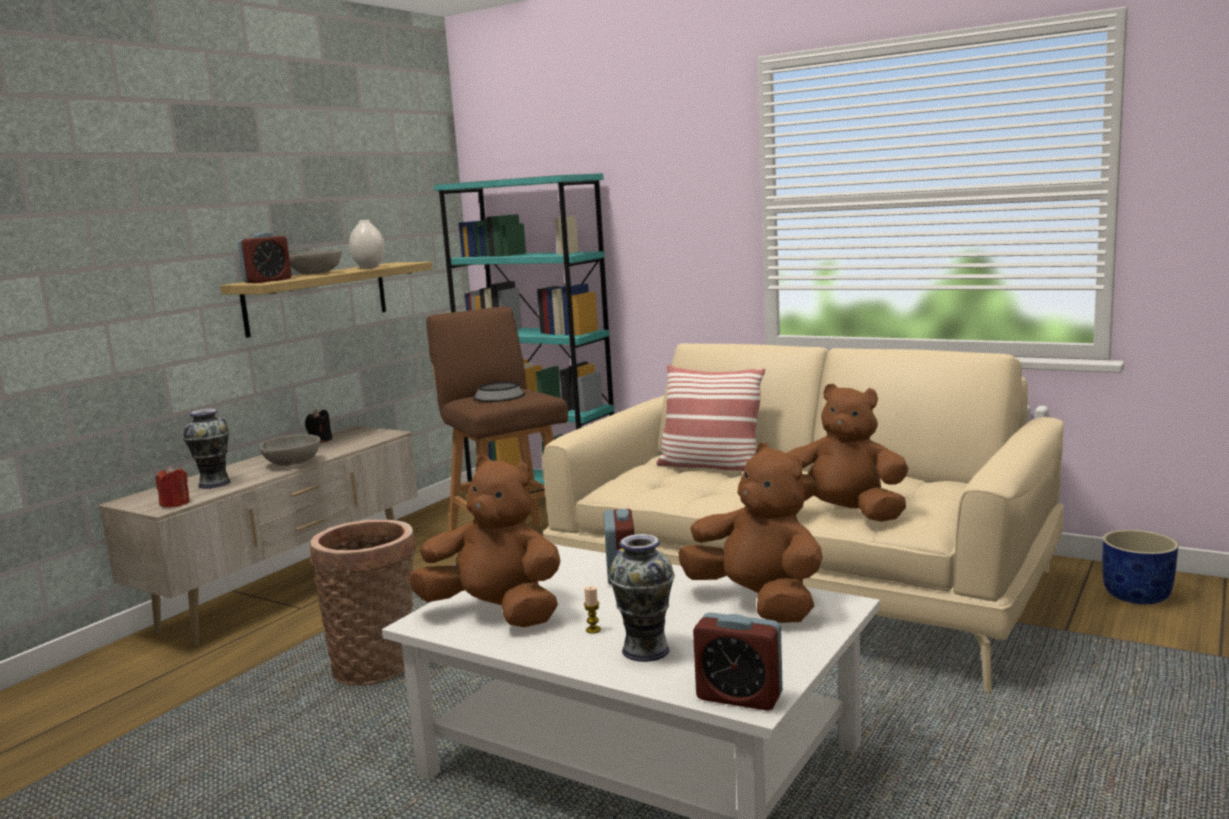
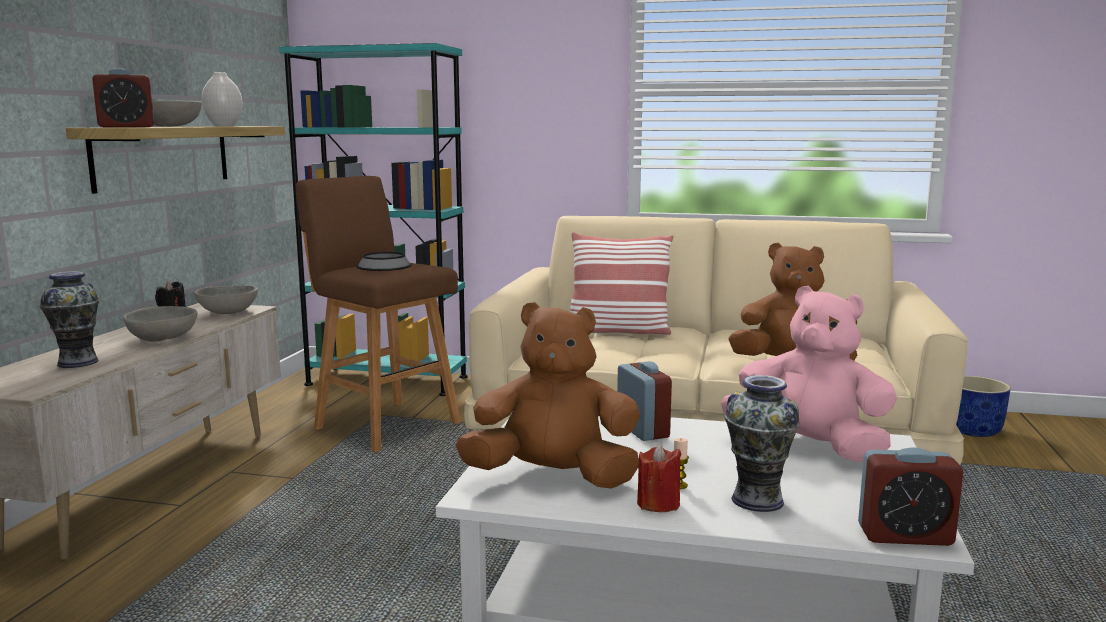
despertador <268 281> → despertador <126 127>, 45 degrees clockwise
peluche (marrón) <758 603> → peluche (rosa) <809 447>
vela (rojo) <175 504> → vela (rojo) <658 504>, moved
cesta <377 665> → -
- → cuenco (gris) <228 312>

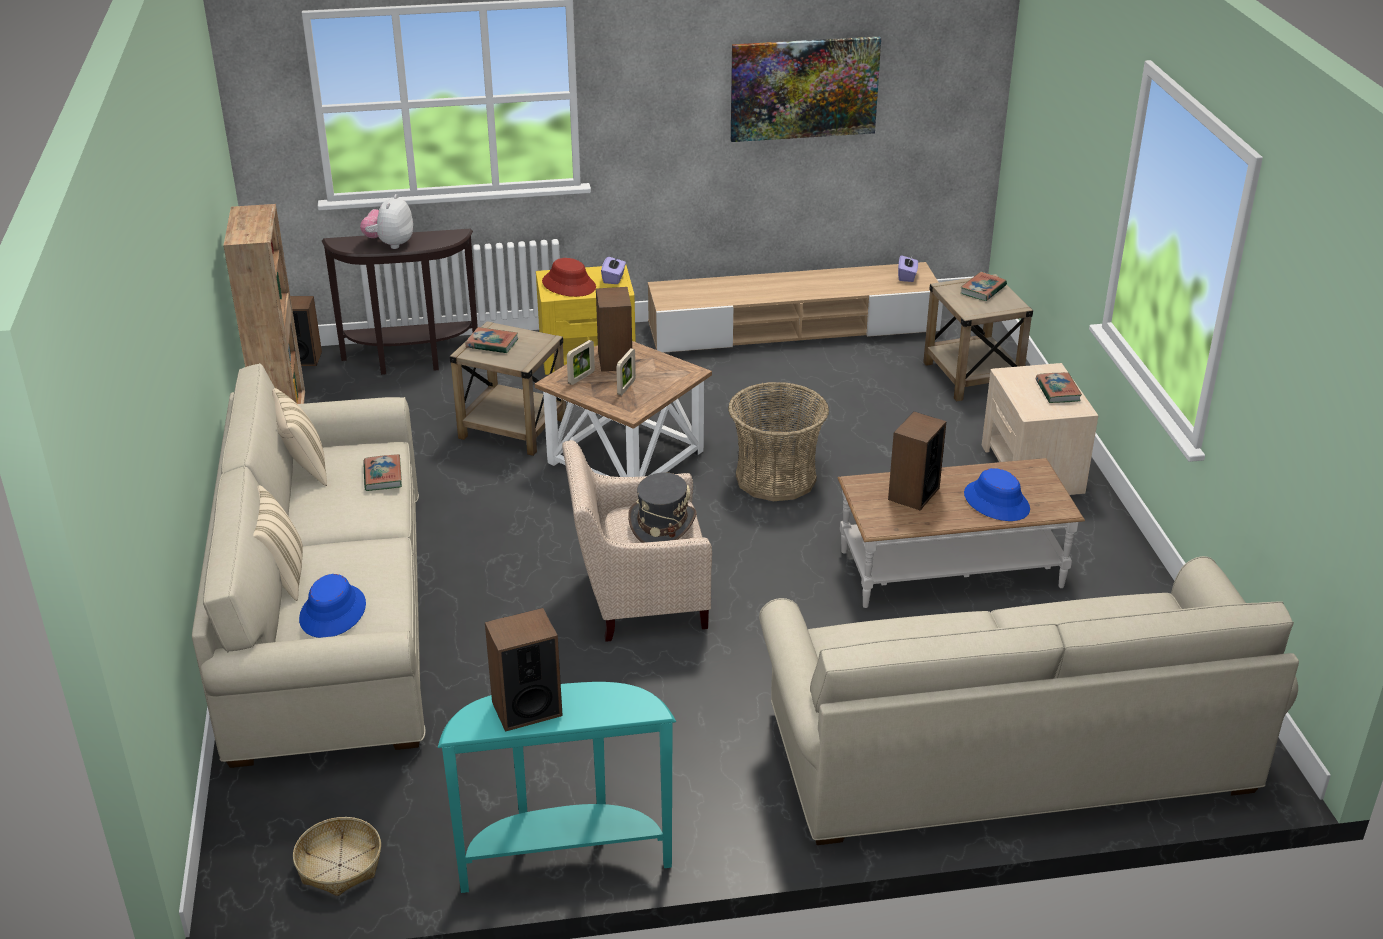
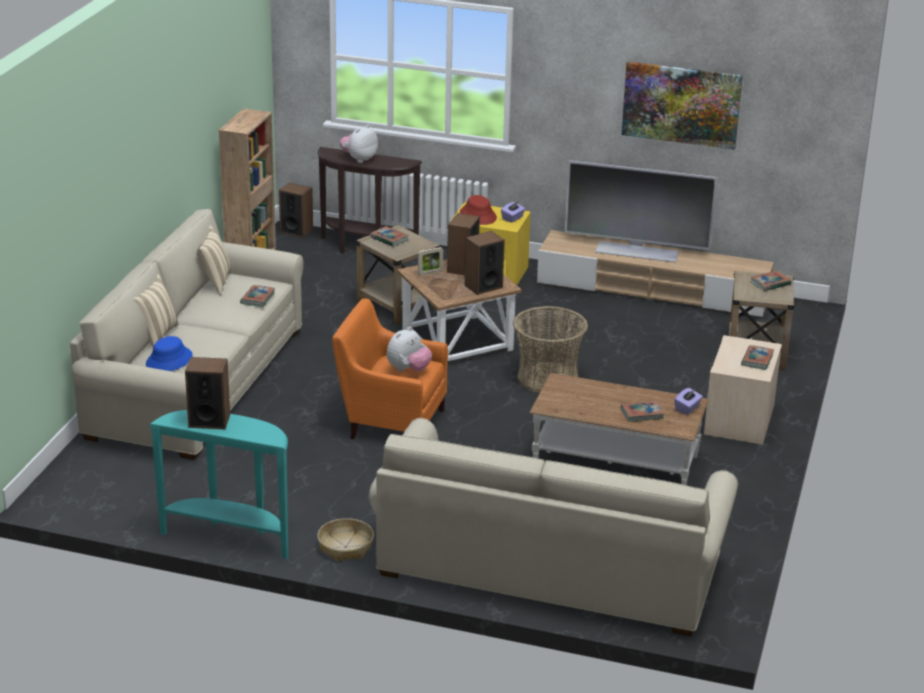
caja de pañuelos (morado) <907 276> → caja de pañuelos (morado) <687 408>, moved
portarretratos <626 387> → -
altavoz <913 494> → altavoz <483 286>, moved
sillón (beis) <637 598> → sillón (naranja) <391 421>
sombrero (azul) <996 502> → libro <642 414>
sombrero (gris) <662 525> → peluche <408 370>
cesta <339 865> → cesta <345 547>, moved
- → televisor <637 251>

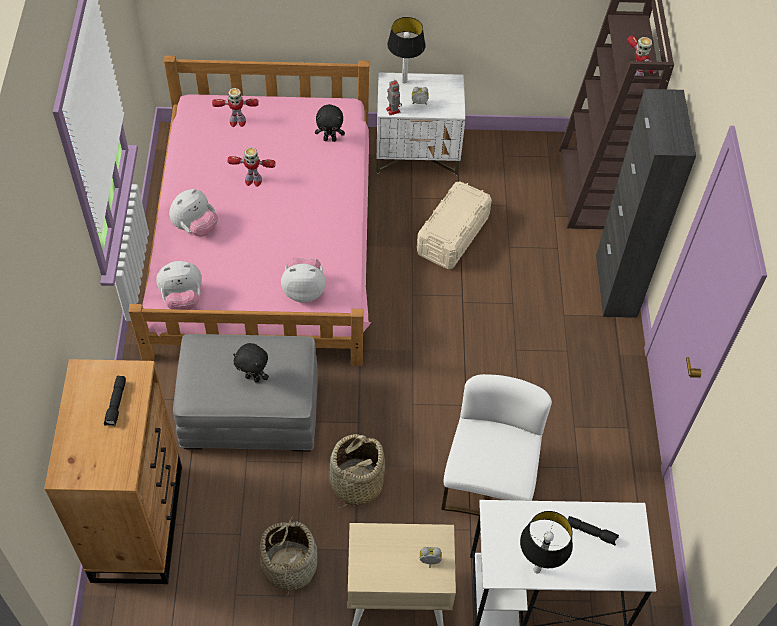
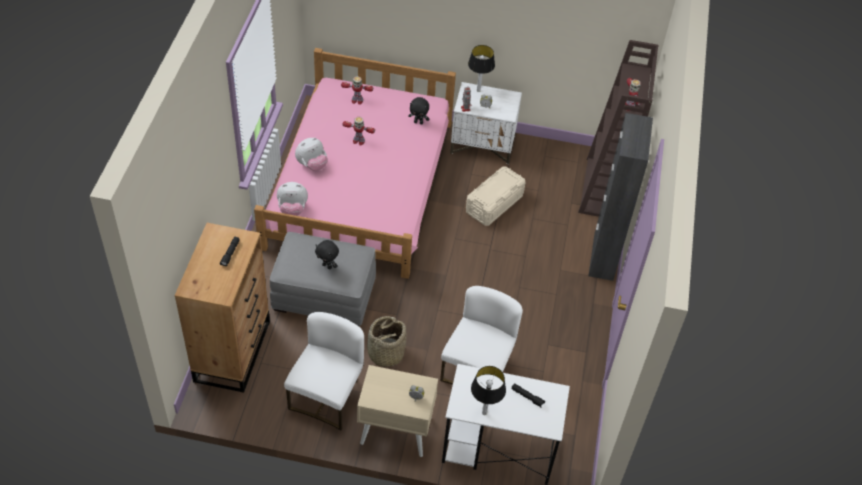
peluche <304 290> → -
cesta <289 565> → silla (blanco) <327 396>

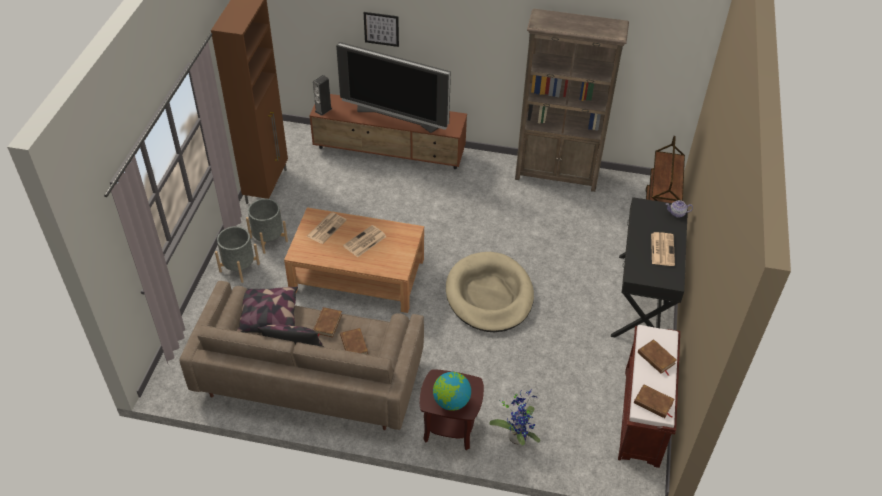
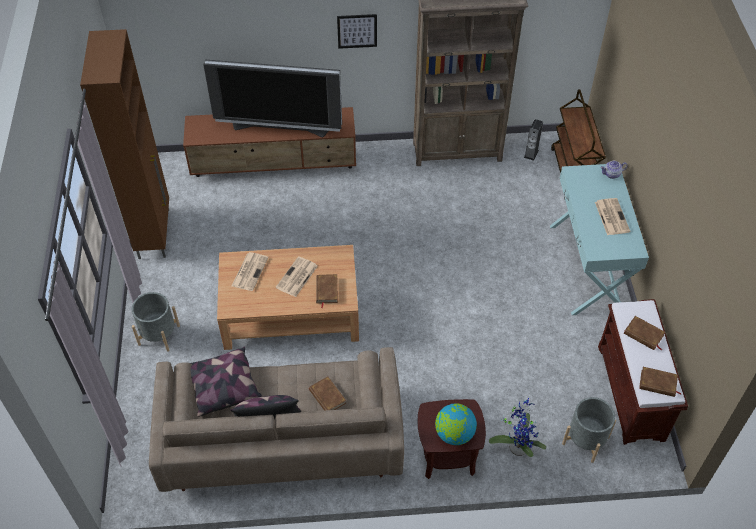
cuadro <381 29> → cuadro <357 31>, moved
altavoz <323 110> → altavoz <531 153>, moved
mesa consola (negro) <642 299> → mesa consola (turquesa) <588 267>
maceta (gris) <268 239> → maceta (gris) <585 440>, moved
cama para perro (beis) <489 295> → -
libro (marrón) <327 324> → libro (marrón) <326 290>, moved

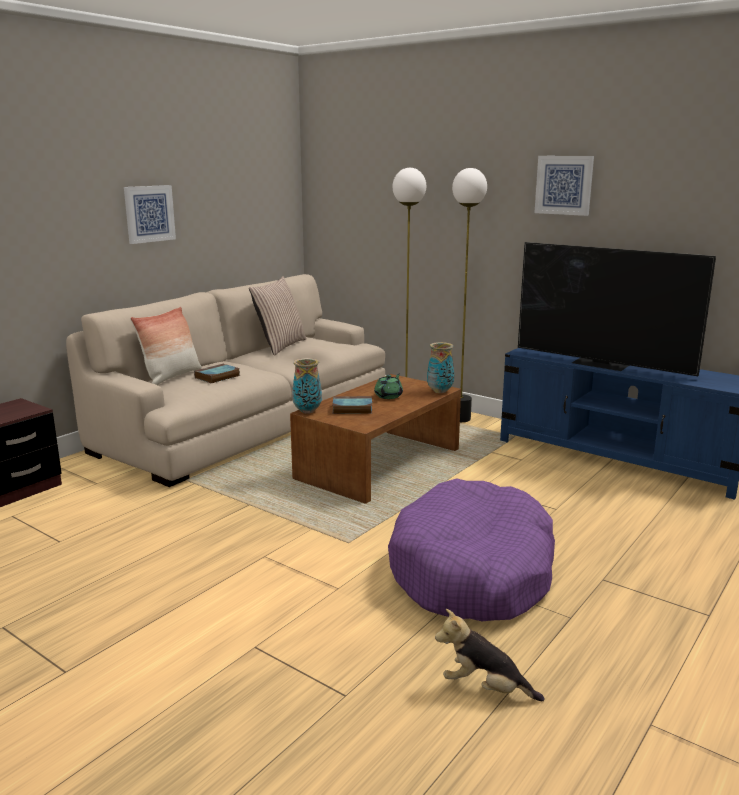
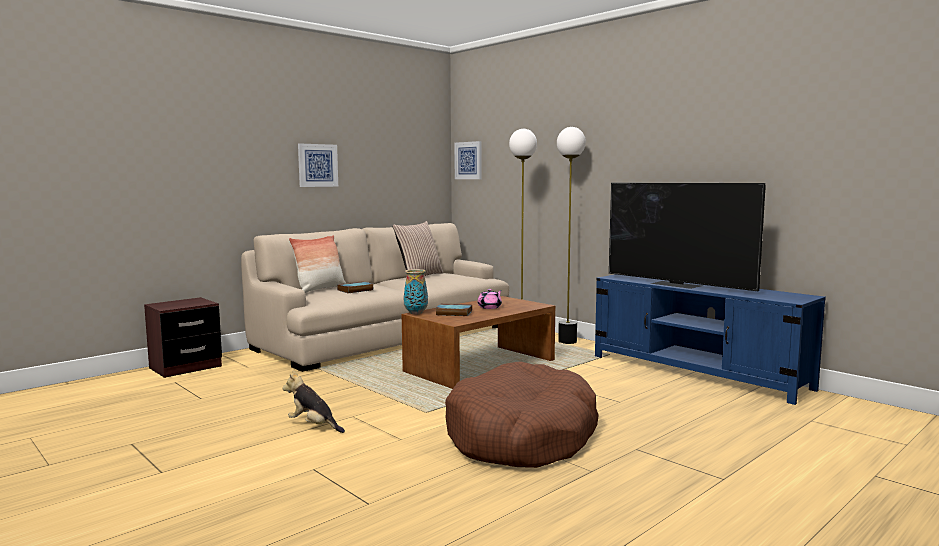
cuadro <564 185> → cuadro <468 160>, moved
florero <440 391> → -
tetera (verde) <389 396> → tetera (rosa) <490 307>
cama para perro (morado) <473 572> → cama para perro (marrón) <521 436>
peluche <485 688> → peluche <313 426>, moved

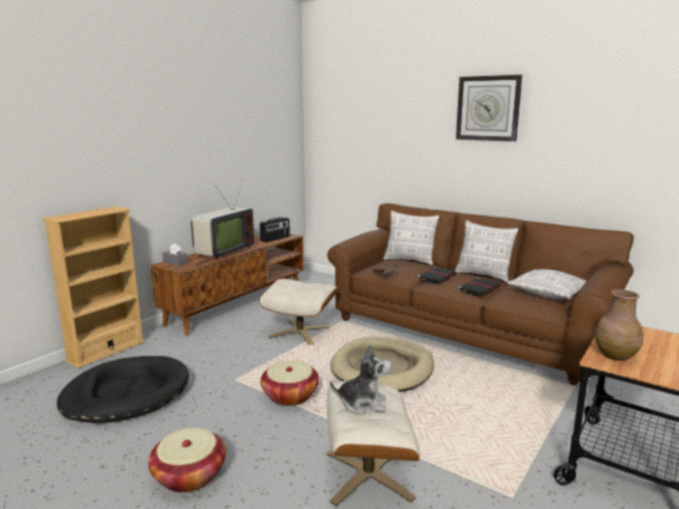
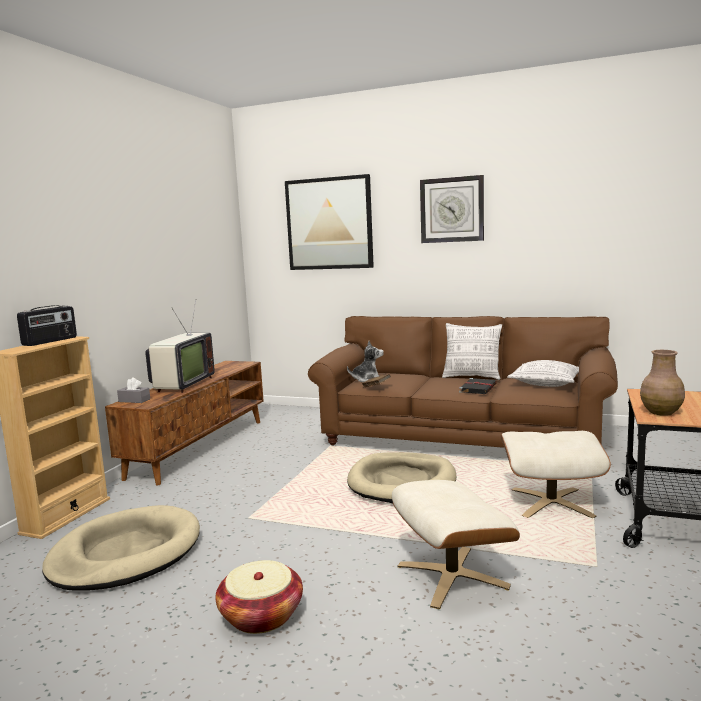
cojín <410 260> → -
radio <275 239> → radio <50 341>, moved
libro (negro) <437 277> → -
puf (beis) <300 332> → puf (beis) <551 502>, moved
peluche <362 404> → peluche <367 379>, moved
cama para perro (negro) <126 394> → cama para perro (beis) <125 553>
cesta <290 396> → -
- → cuadro <329 223>

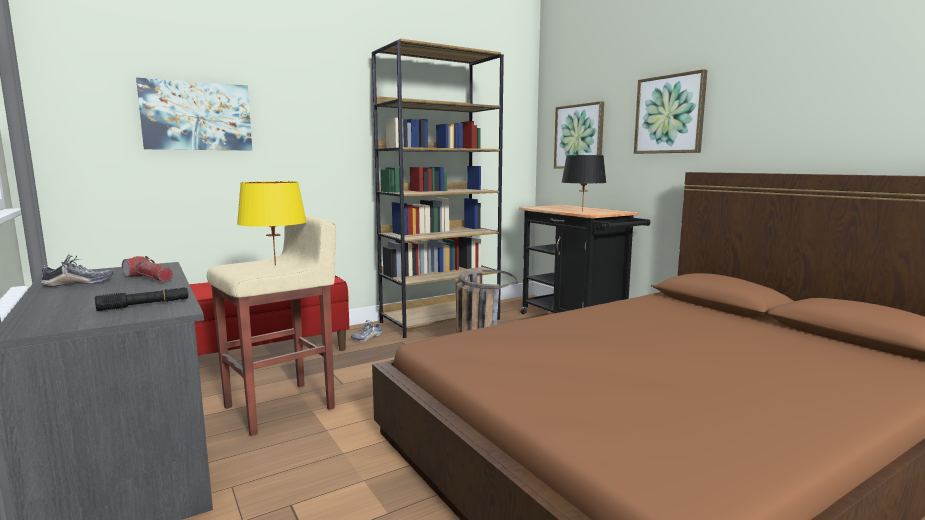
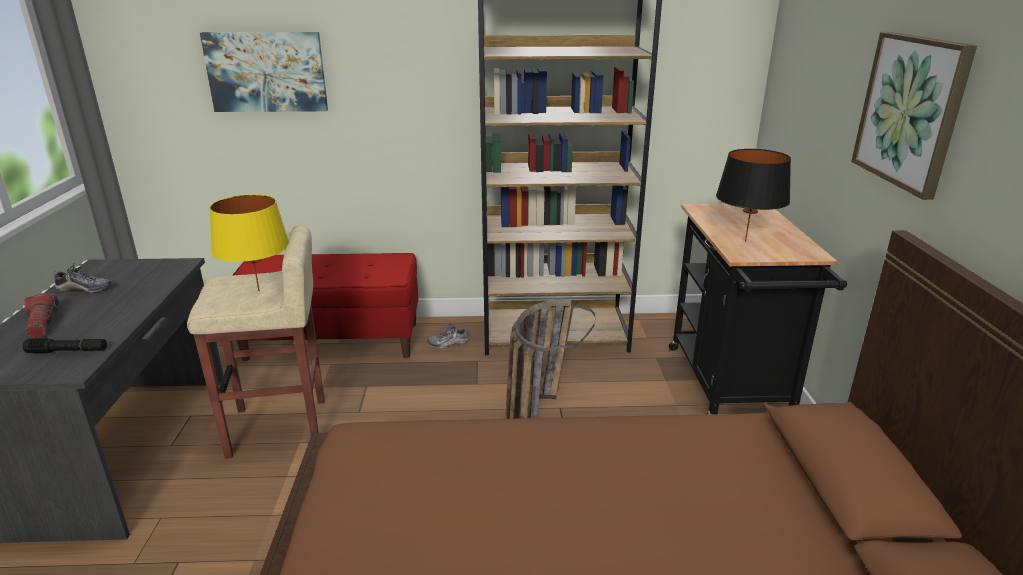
cuadro <579 137> → -
linterna <149 278> → linterna <43 324>, moved

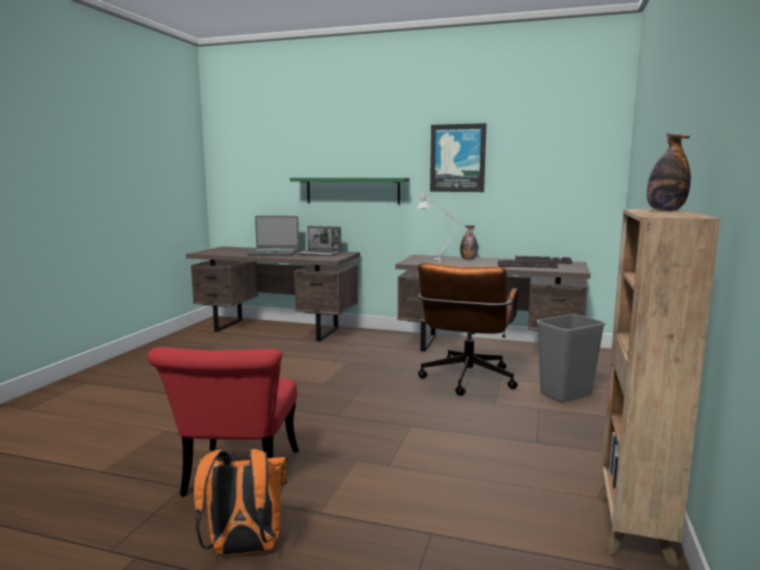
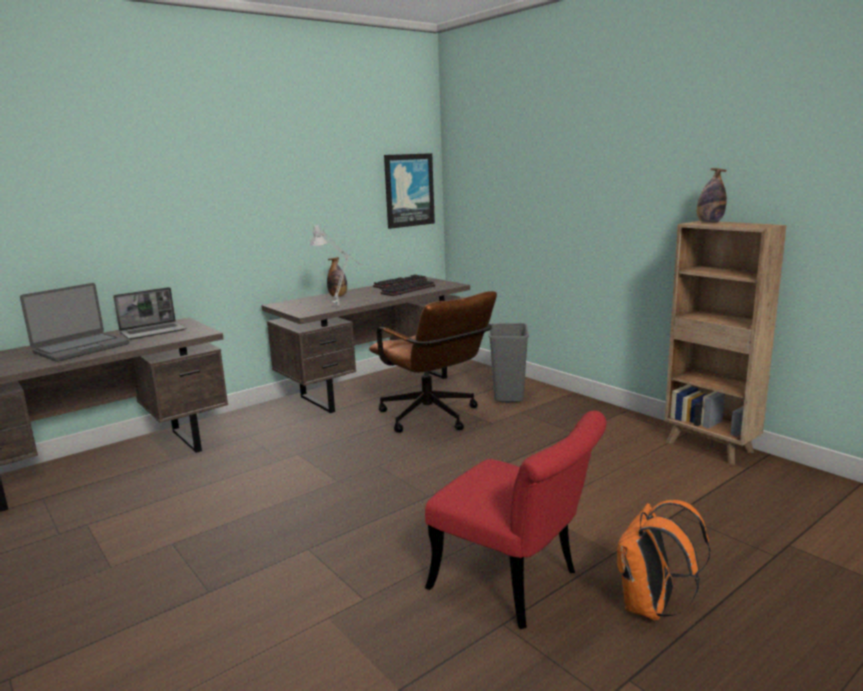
cuadro <457 158> → cuadro <409 190>, moved
estante (verde) <352 190> → -

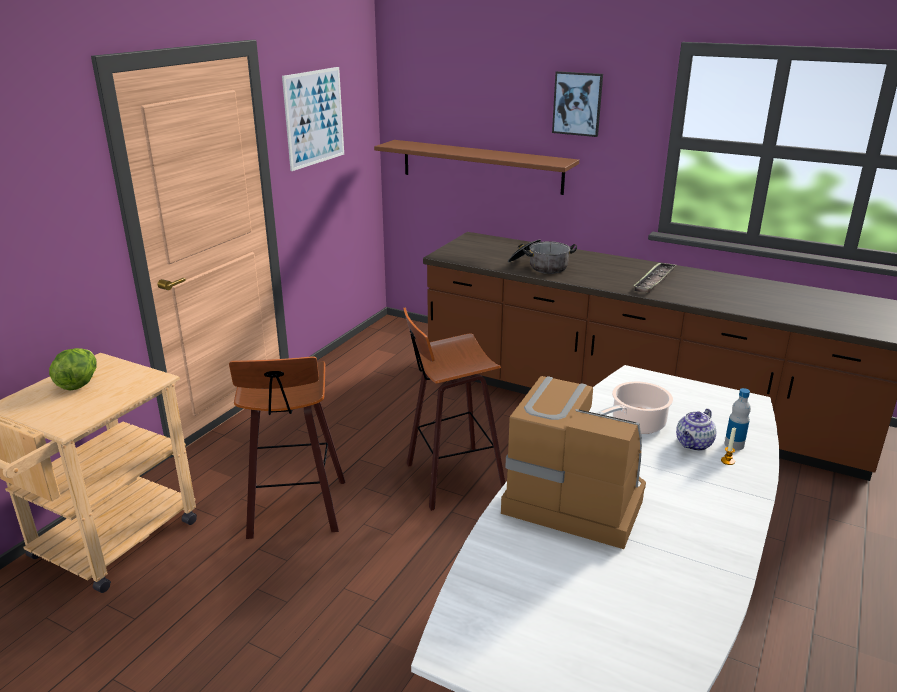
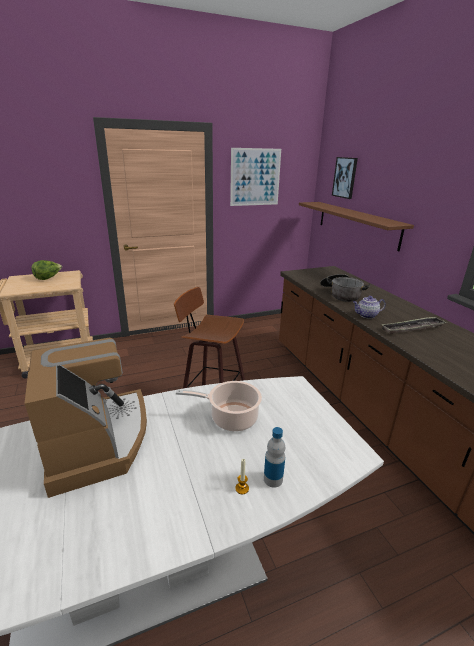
cuadro <577 103> → cuadro <345 177>, moved
taburete <295 511> → -
tetera <694 444> → tetera <366 315>, moved

